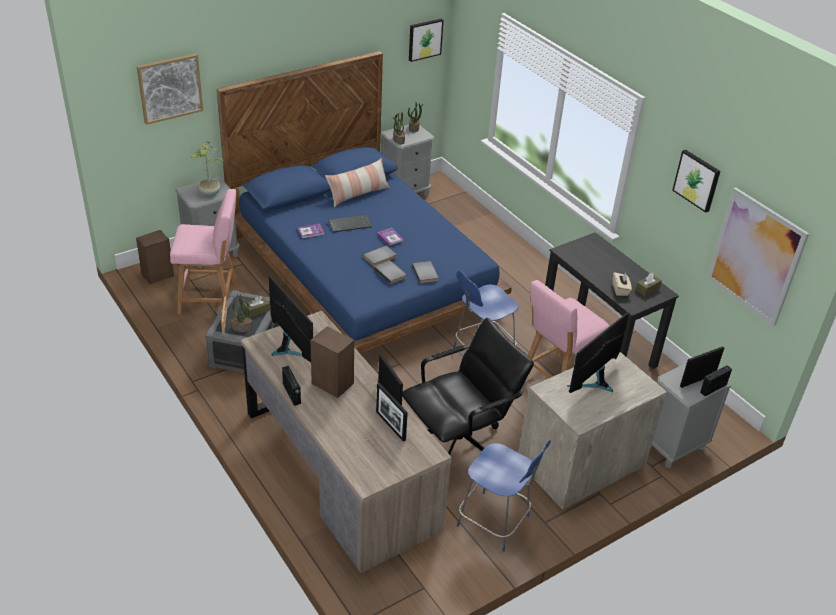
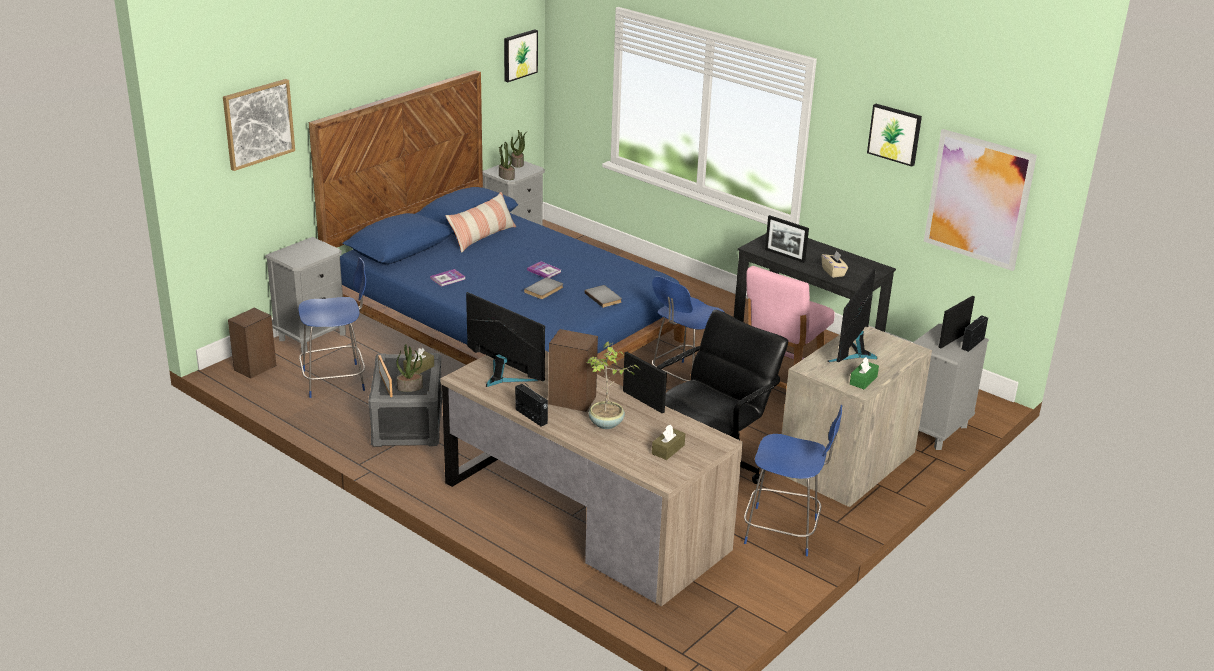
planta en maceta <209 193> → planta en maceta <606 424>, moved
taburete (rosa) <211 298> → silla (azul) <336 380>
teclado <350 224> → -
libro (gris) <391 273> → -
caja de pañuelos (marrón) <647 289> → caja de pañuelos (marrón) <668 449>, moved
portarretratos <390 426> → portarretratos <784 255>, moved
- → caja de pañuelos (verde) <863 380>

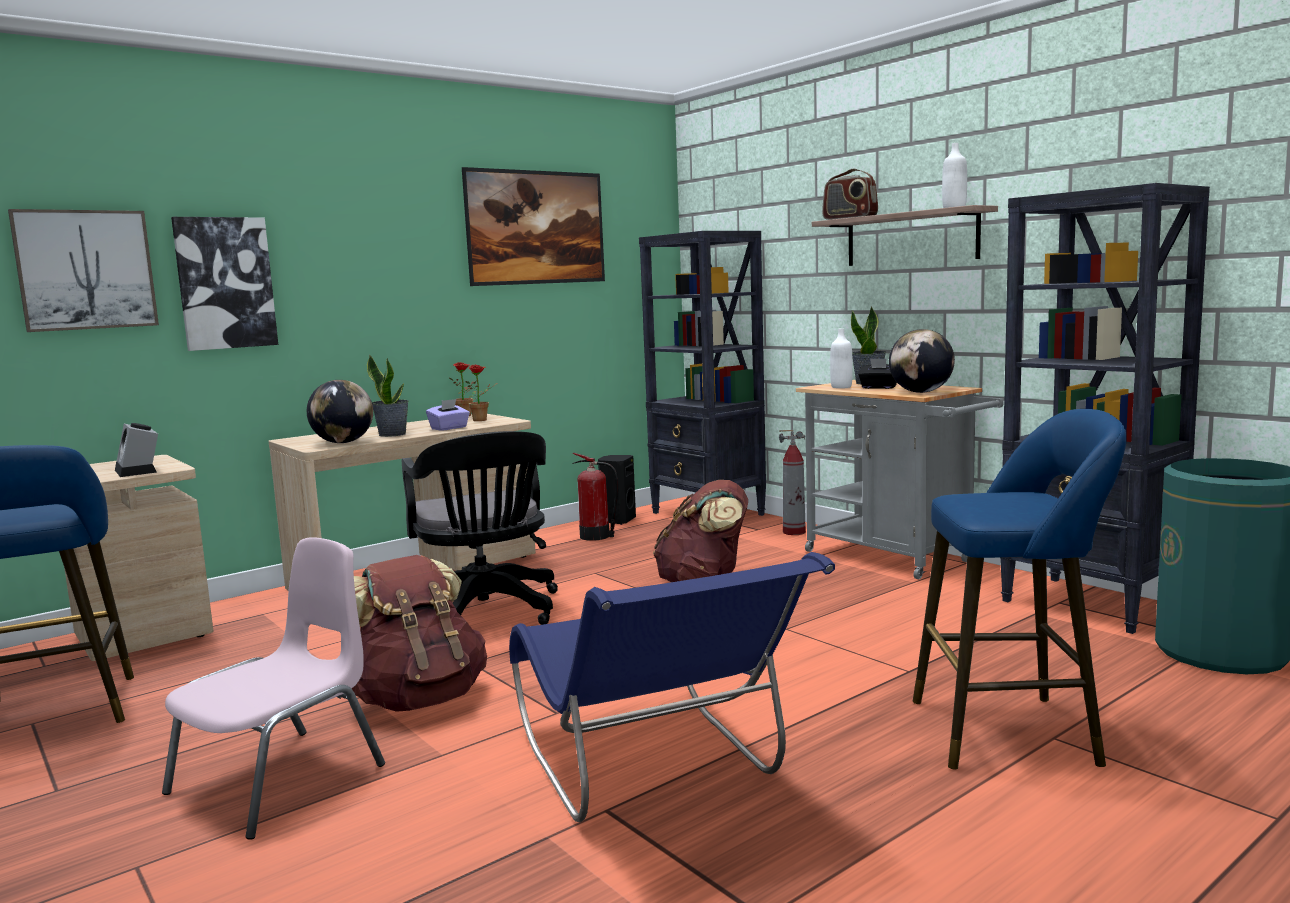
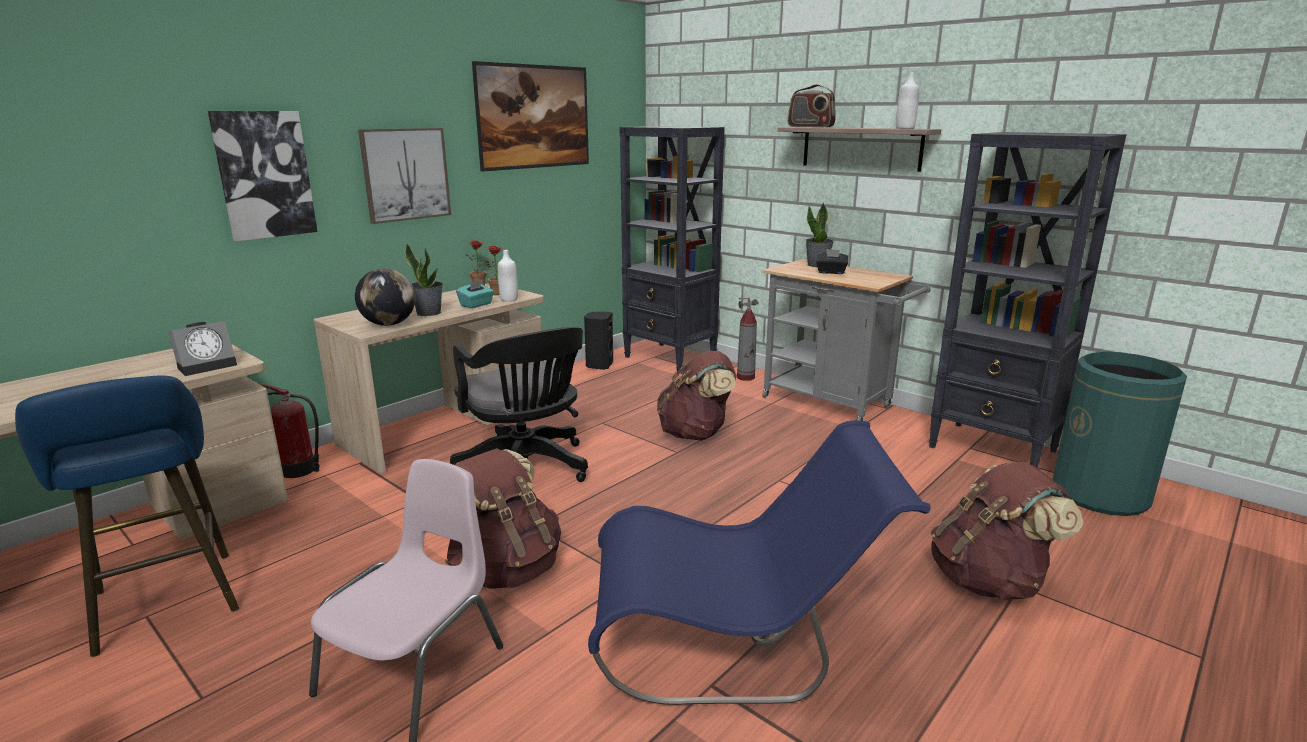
cuadro <86 270> → cuadro <405 174>, moved
botella (blanco) <841 387> → botella (blanco) <509 299>, moved
globo terráqueo <920 392> → -
caja de pañuelos (morado) <449 428> → caja de pañuelos (turquesa) <476 305>
taburete (azul) <1014 731> → mochila (marrón) <989 581>
despertador <139 471> → despertador <208 365>, 90 degrees counterclockwise
extintor <596 536> → extintor <300 470>, moved
silla (azul) <655 772> → silla (azul) <735 641>, 60 degrees counterclockwise

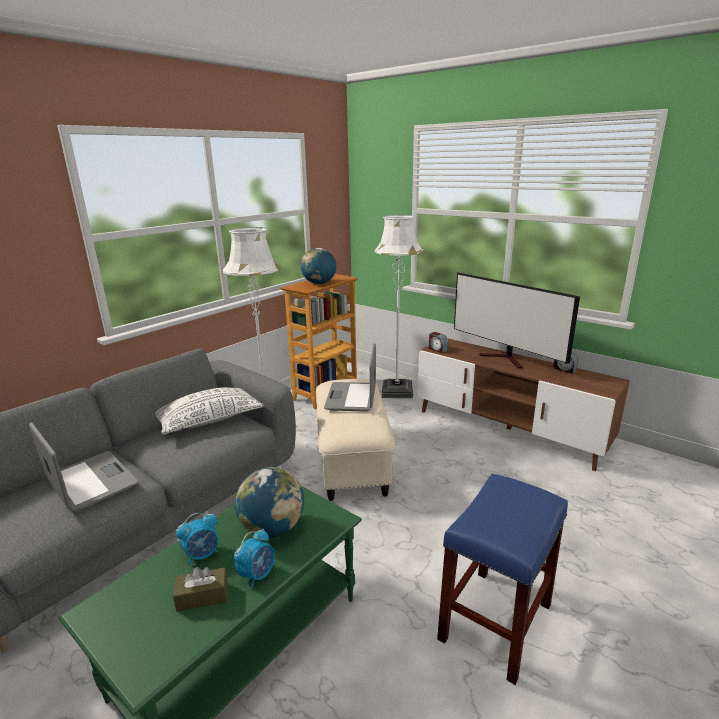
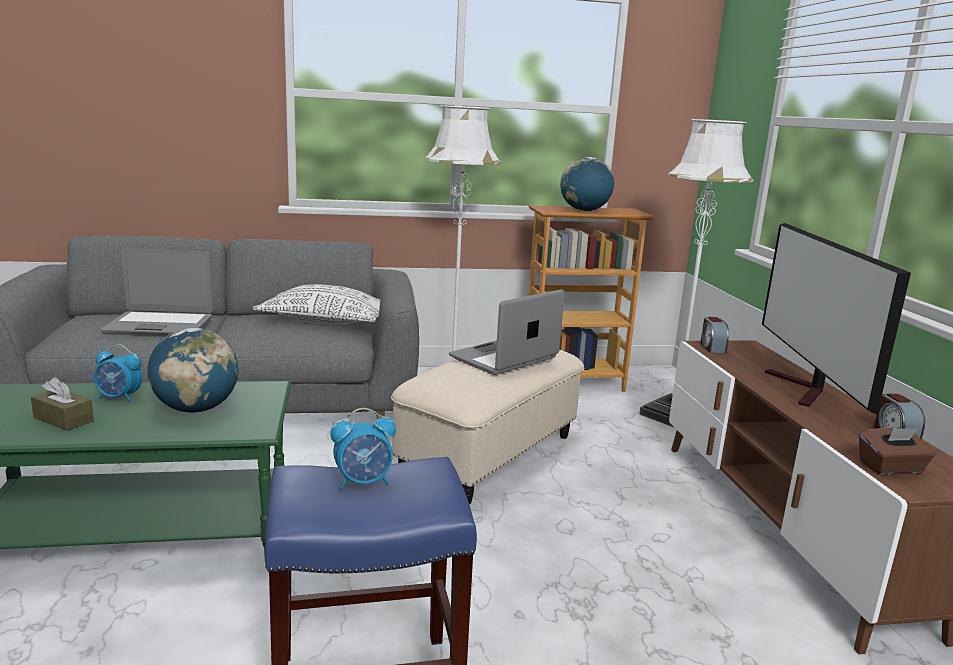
portátil <90 482> → portátil <160 324>, 90 degrees clockwise
despertador <257 575> → despertador <364 482>, moved
- → caja de pañuelos (marrón) <891 468>

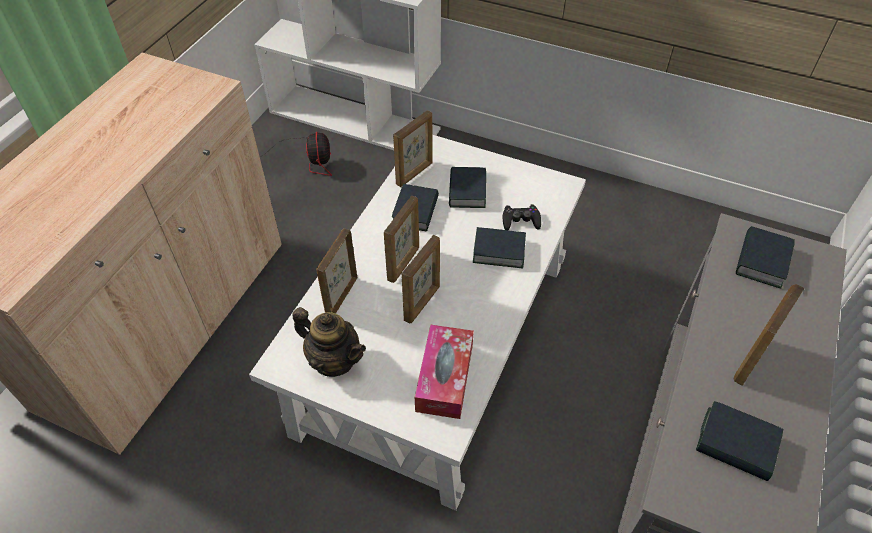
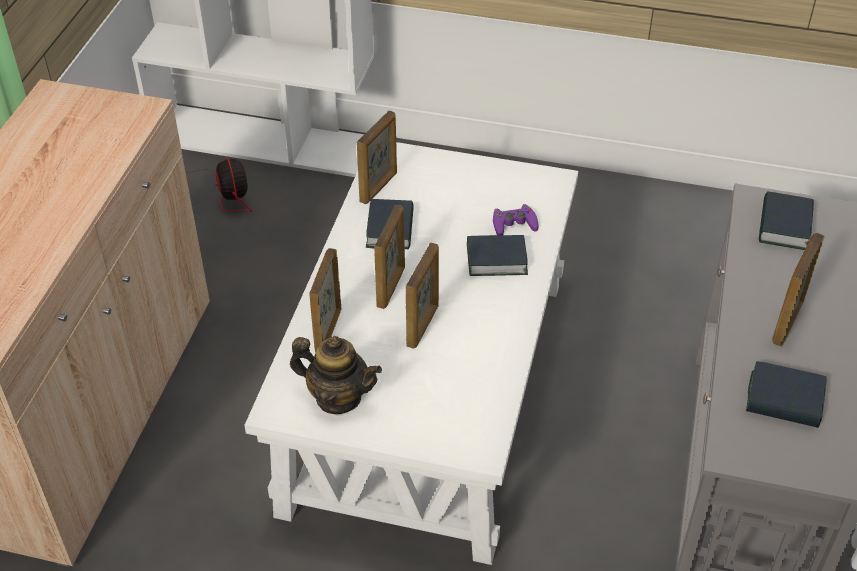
libro <467 191> → -
mando de consola (negro) <520 220> → mando de consola (morado) <514 224>
caja de pañuelos <444 378> → -

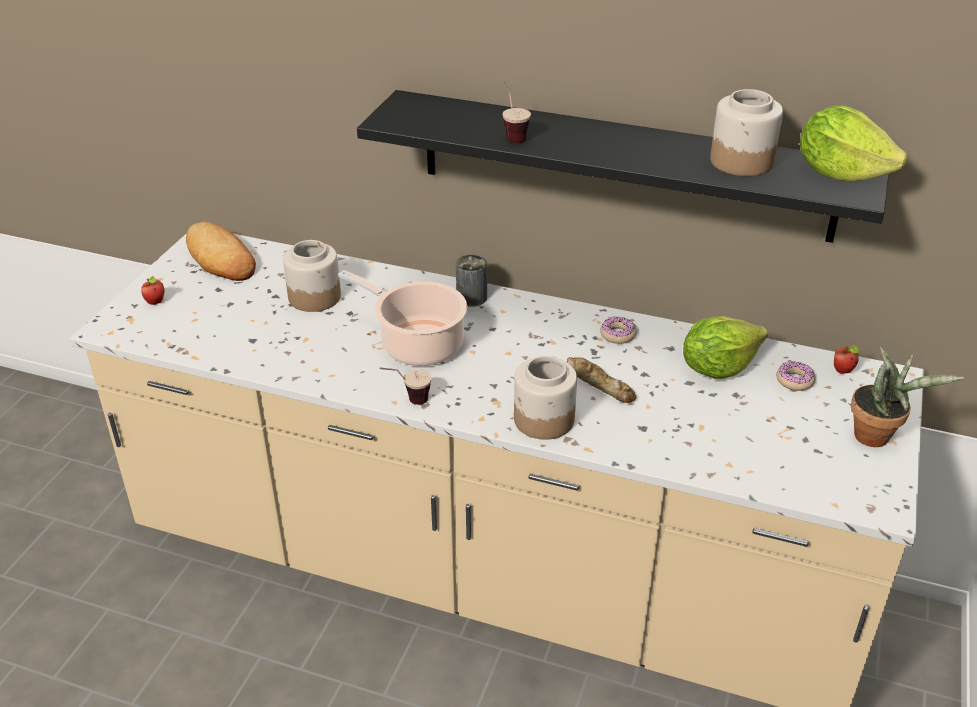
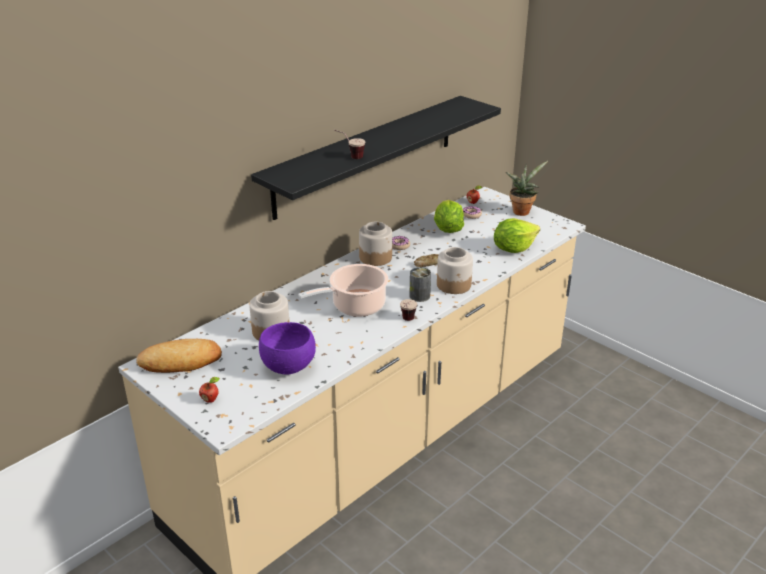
tarro <742 162> → tarro <375 257>, moved
lechuga <841 173> → lechuga <513 248>, moved
lata <471 297> → lata <419 296>, moved
- → cuenco (morado) <289 366>

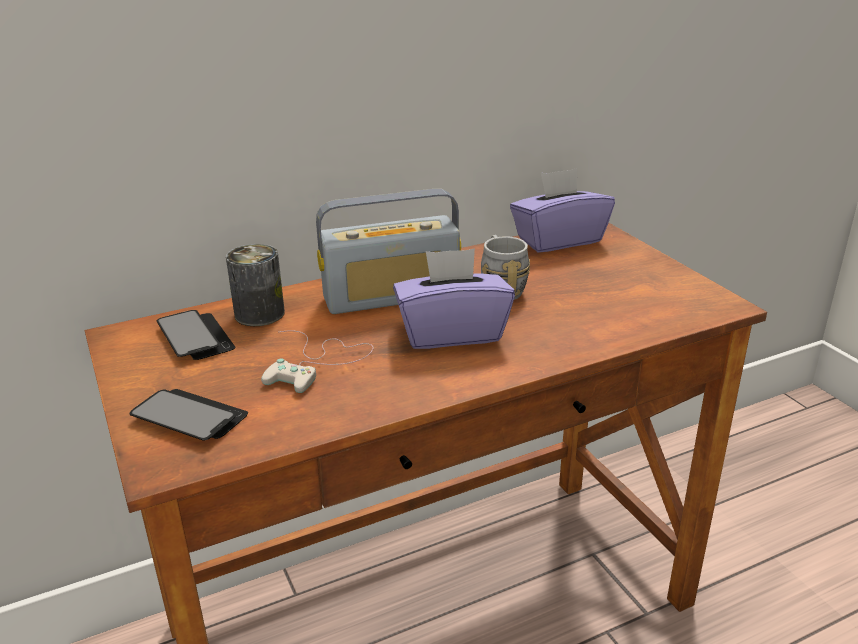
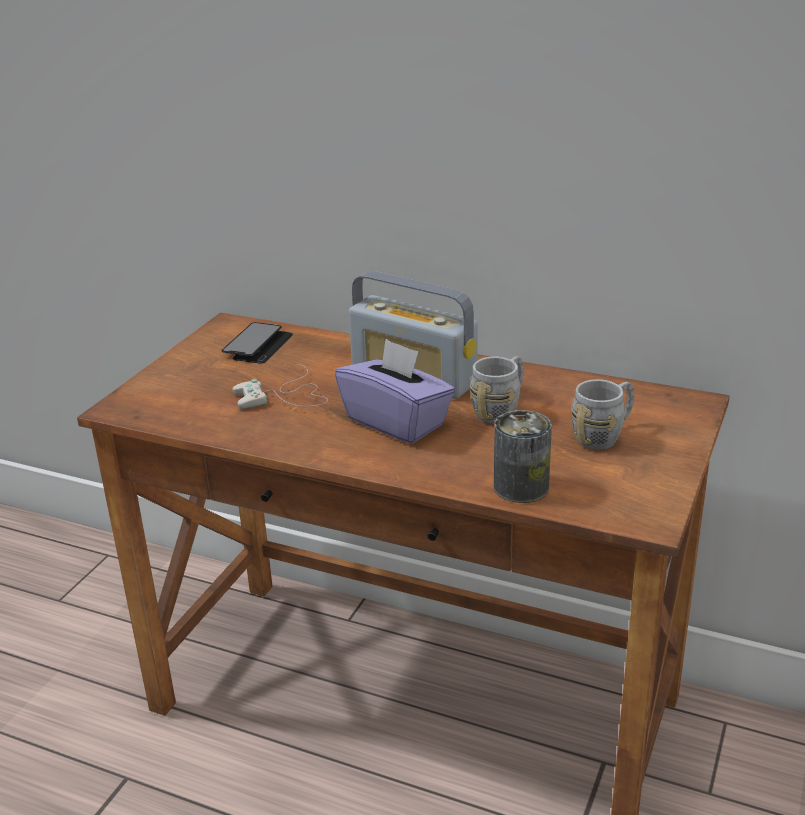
caja de pañuelos (morado) <558 240> → -
lata <259 314> → lata <521 487>, moved
móvil <189 417> → -
- → taza grande (gris) <604 435>

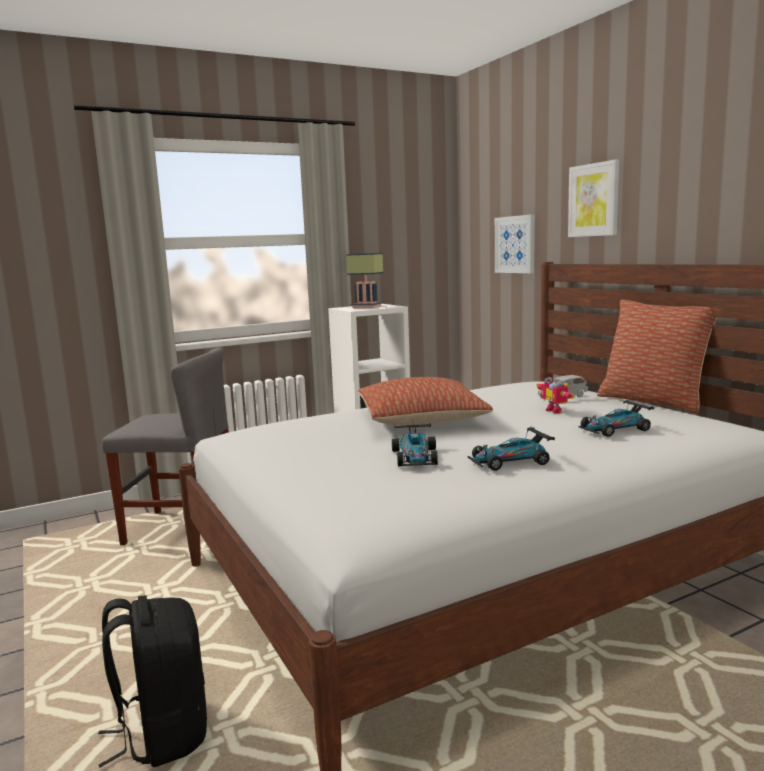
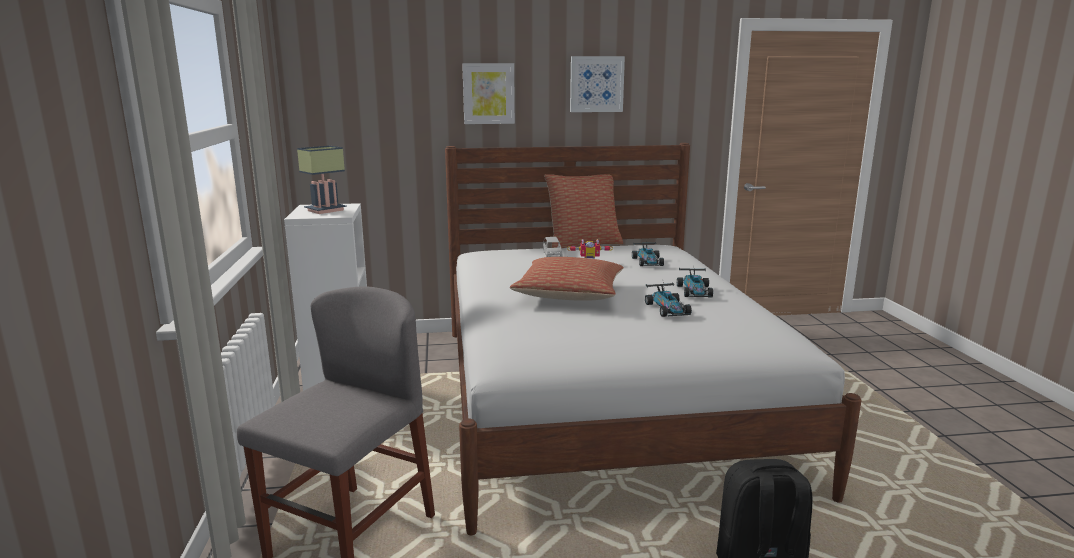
cuadro <515 244> → cuadro <596 84>, moved
coche de juguete <415 457> → coche de juguete <668 309>, 60 degrees clockwise

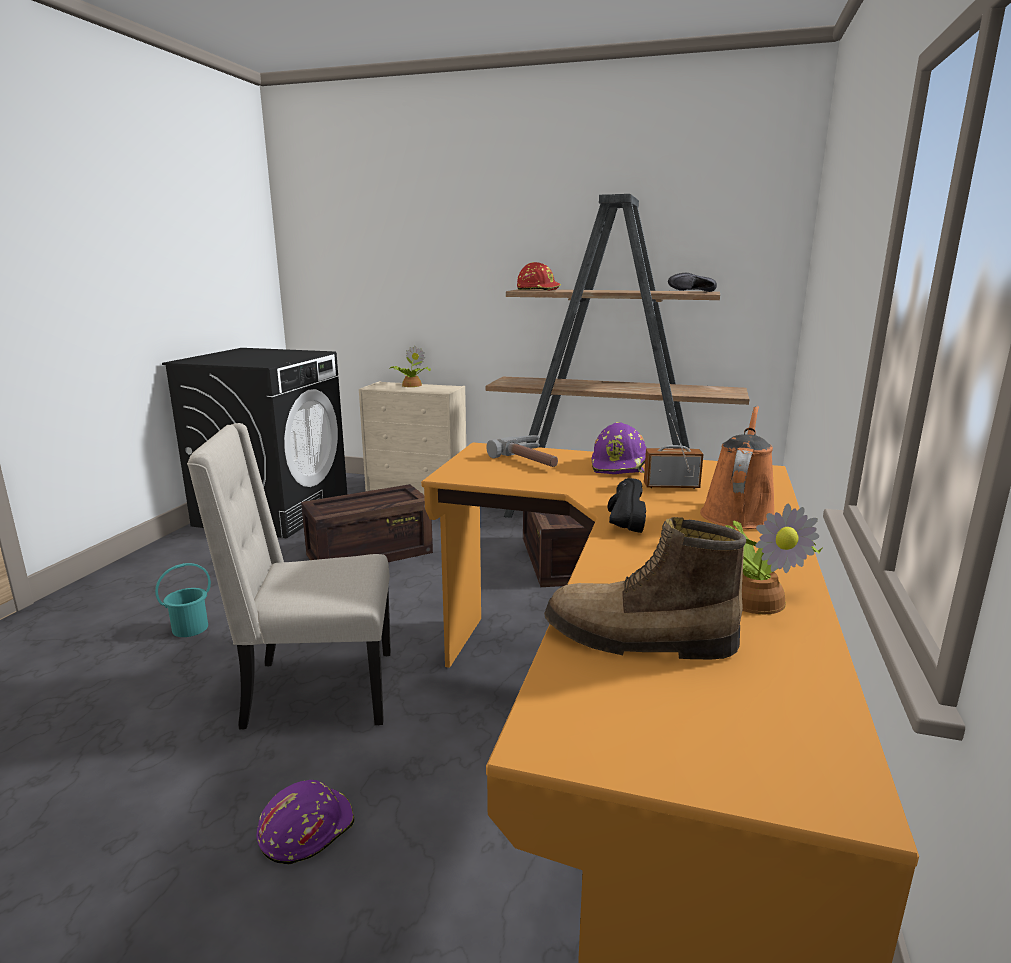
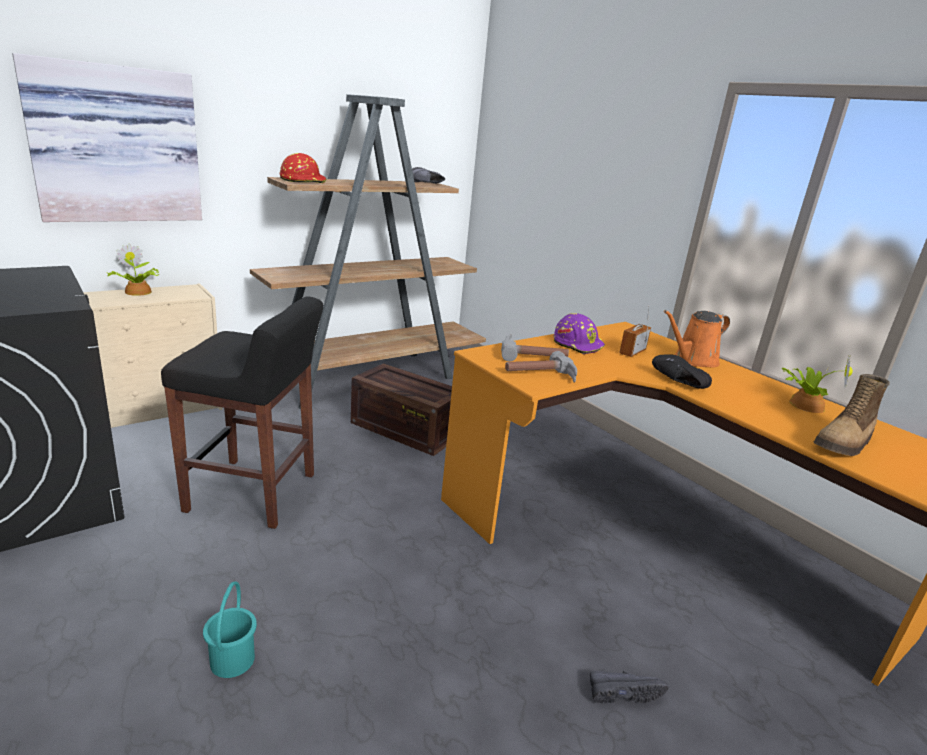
regadera (naranja) <738 513> → regadera (naranja) <692 360>, 90 degrees counterclockwise
silla (beis) <316 691> → -
caja de embalaje <368 554> → taburete (negro) <254 493>
casco (morado) <306 828> → zapato (negro) <622 692>
- → cuadro <116 145>
- → martillo <542 376>

